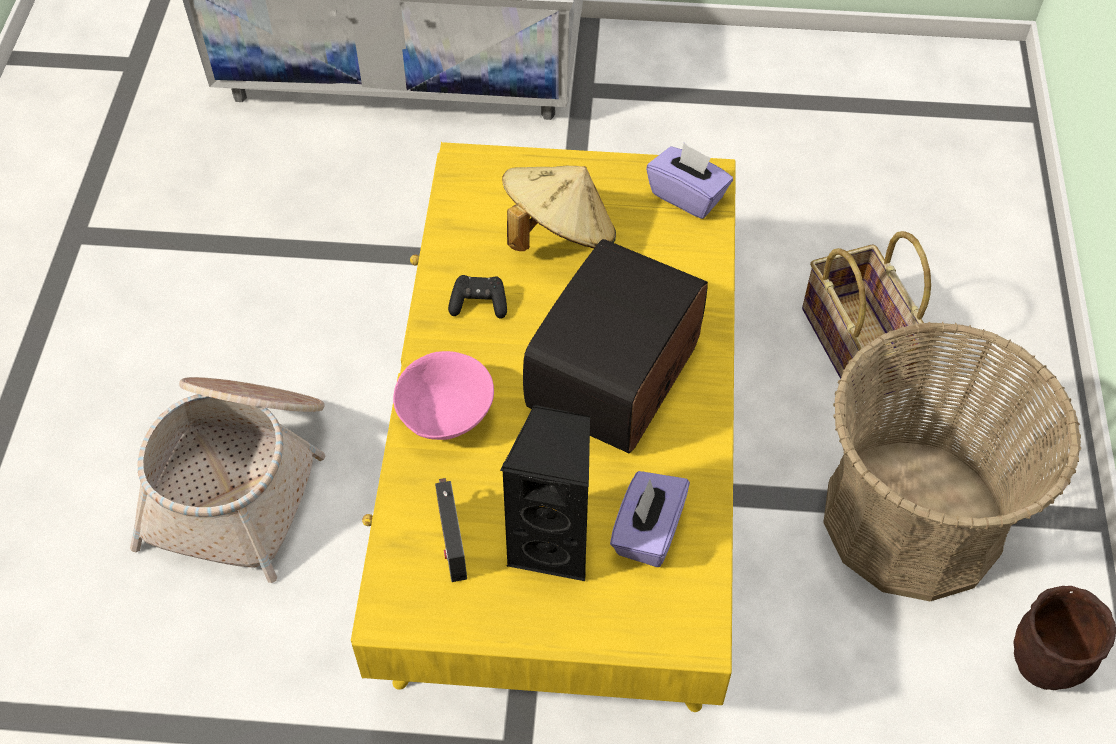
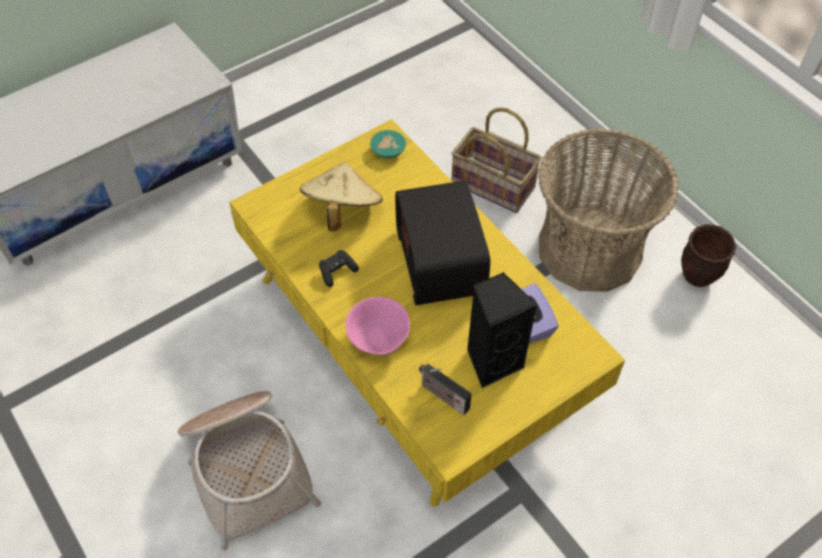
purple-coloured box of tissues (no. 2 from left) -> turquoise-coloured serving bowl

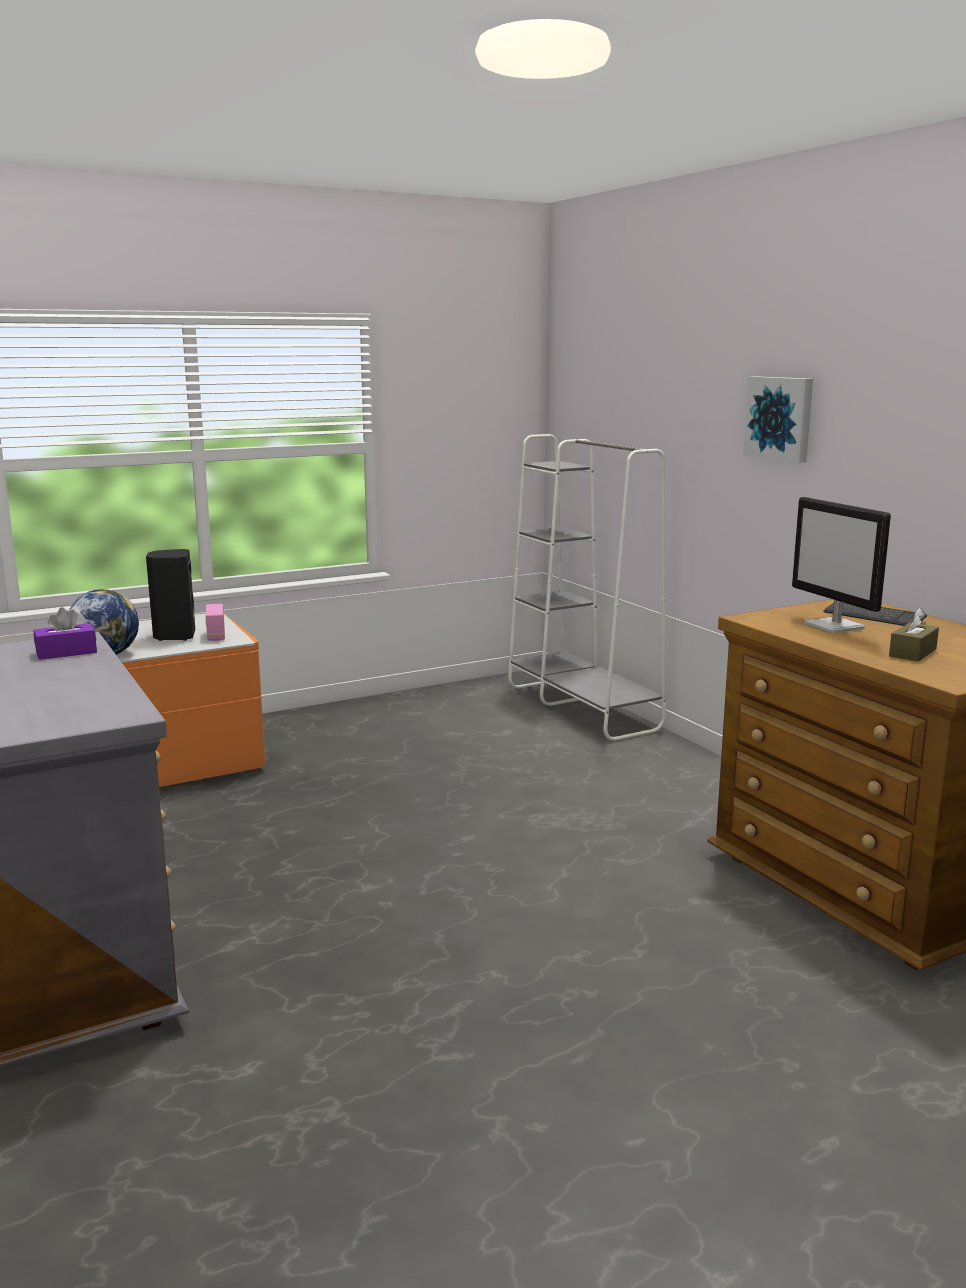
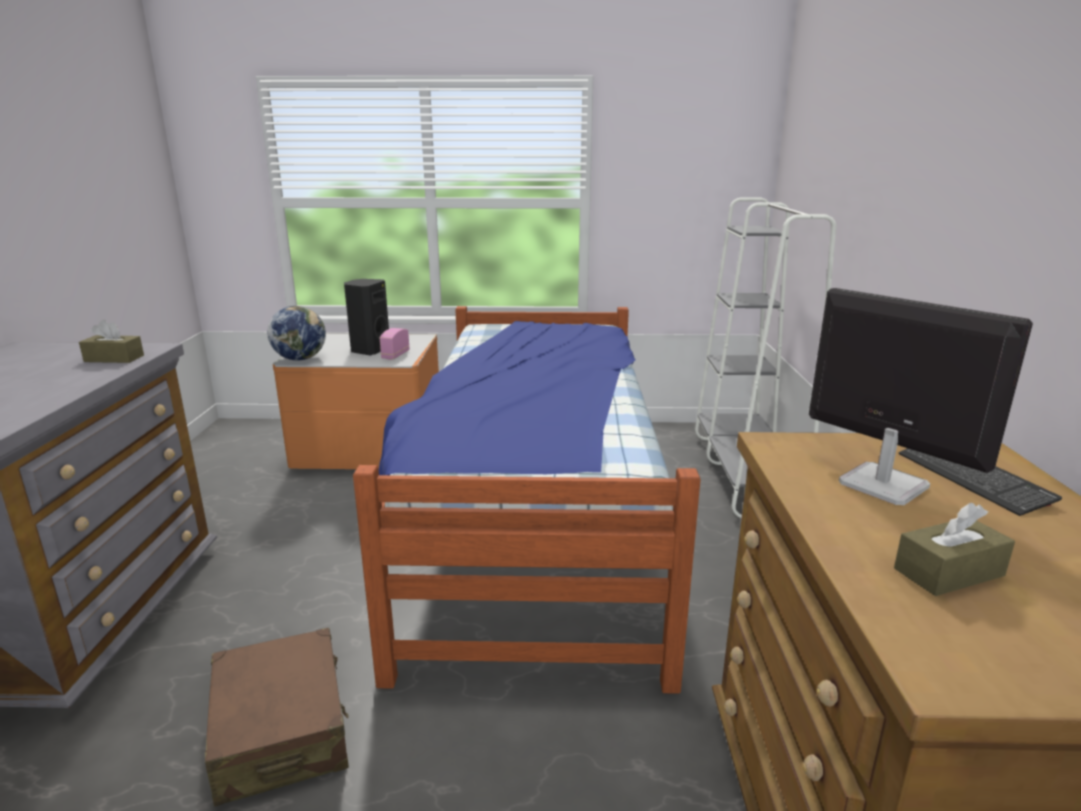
purple-coloured box of tissues -> brown box of tissues (no. 1 from left)
none -> brown piece of luggage
none -> bedroom bed
computer screen, 135 degrees clockwise
picture -> none

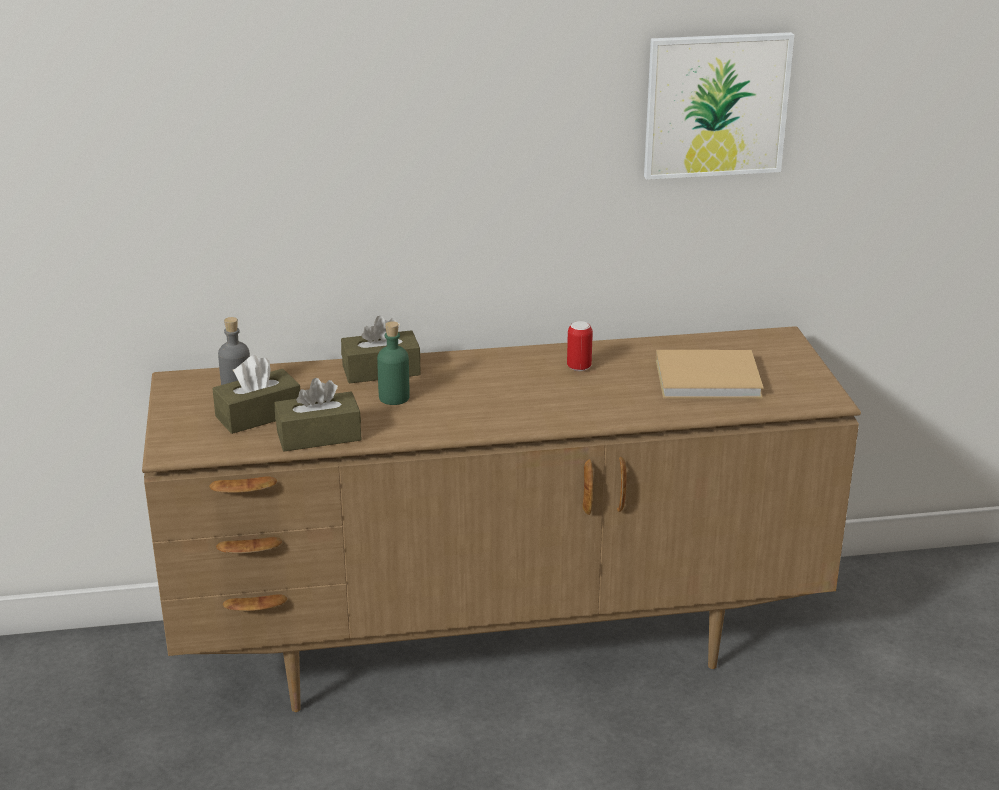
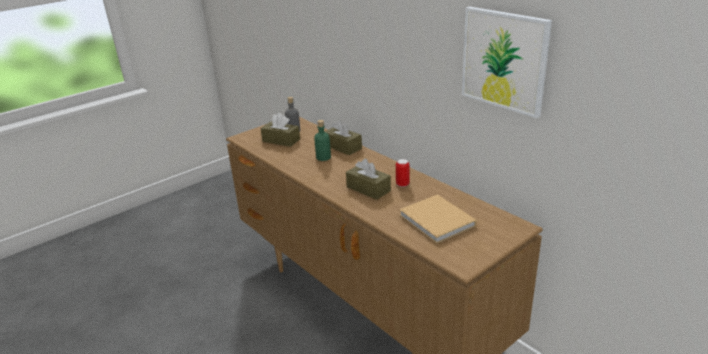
brown box of tissues (no. 2 from left in the first image) -> brown box of tissues (no. 3 from left), relocated

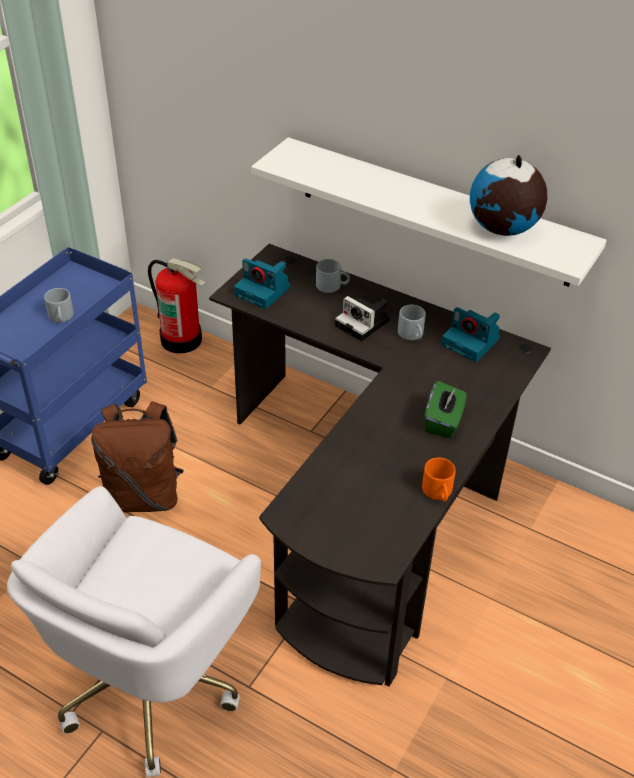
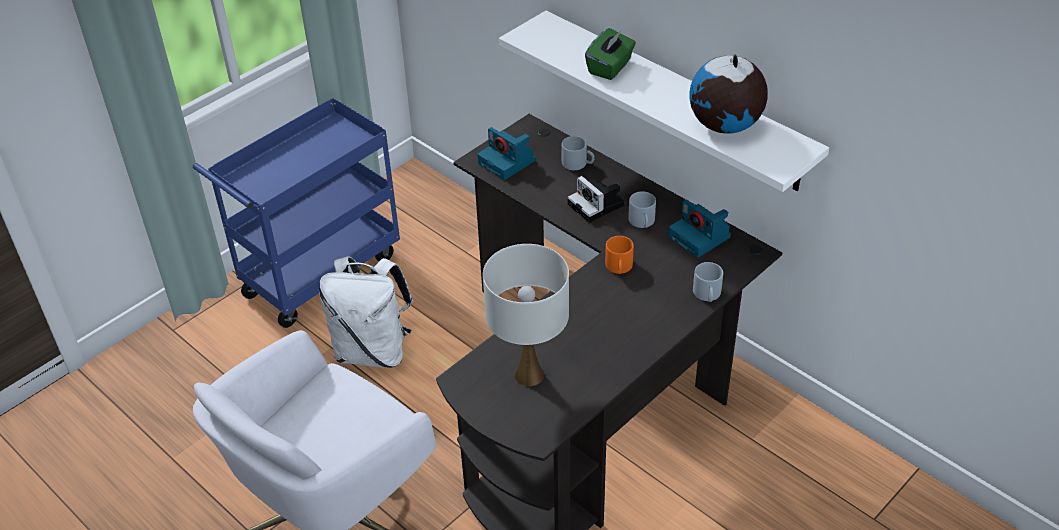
brown knapsack -> white knapsack
none -> white tabletop lamp
green box of tissues, relocated
orangey tea mug, relocated
greyish tea mug (no. 1 from left in the first image) -> greyish tea mug (no. 3 from left), relocated
extinguisher -> none

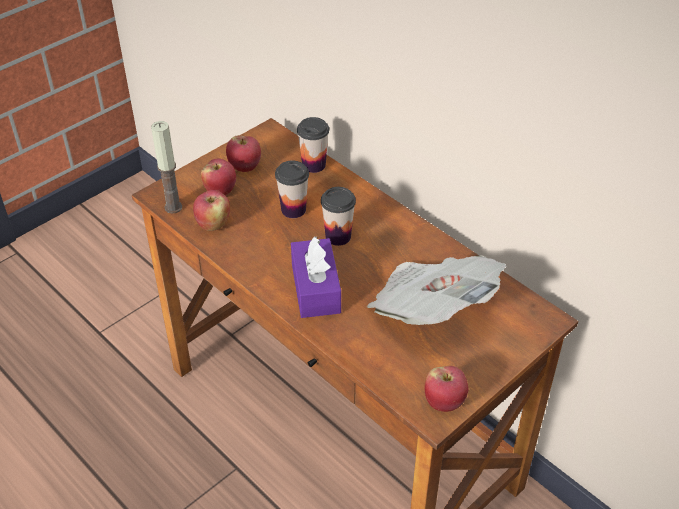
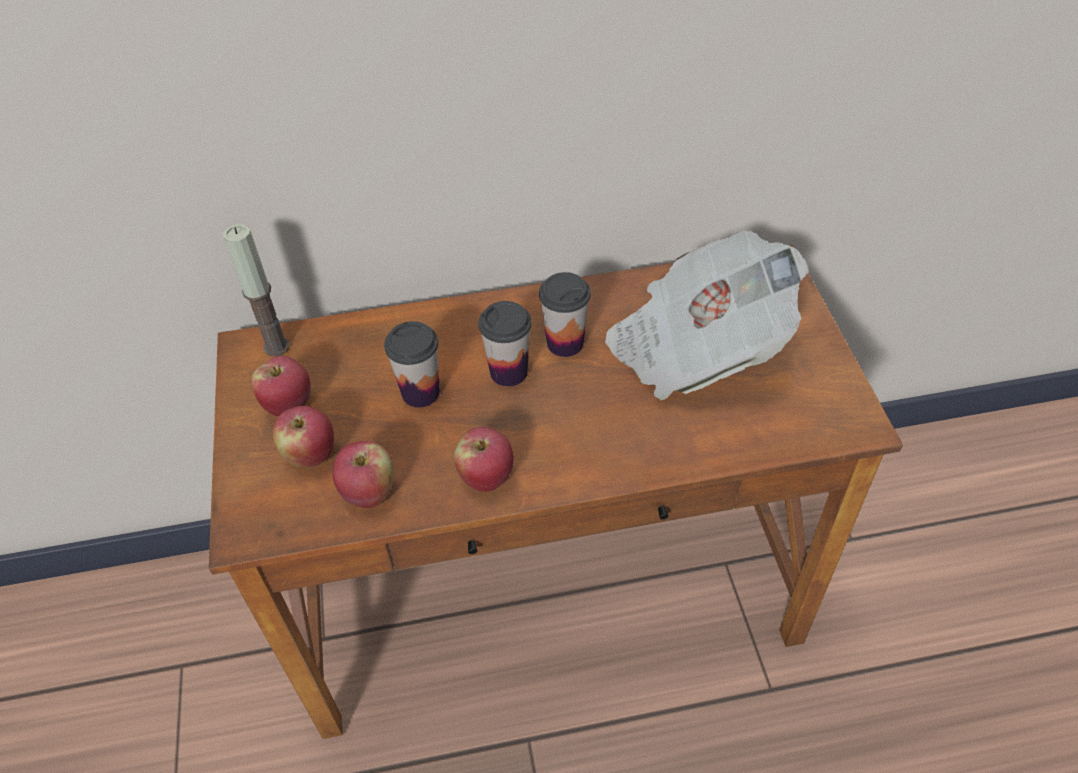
wax light, relocated
apple (no. 4 from left), relocated
drinking cup (no. 2 from left in the first image) -> drinking cup (no. 3 from left), relocated
purple-coloured box of tissues -> none

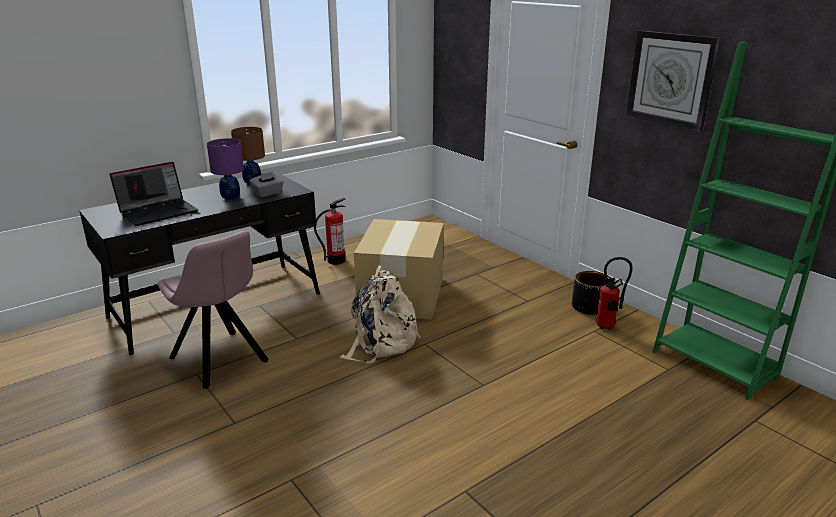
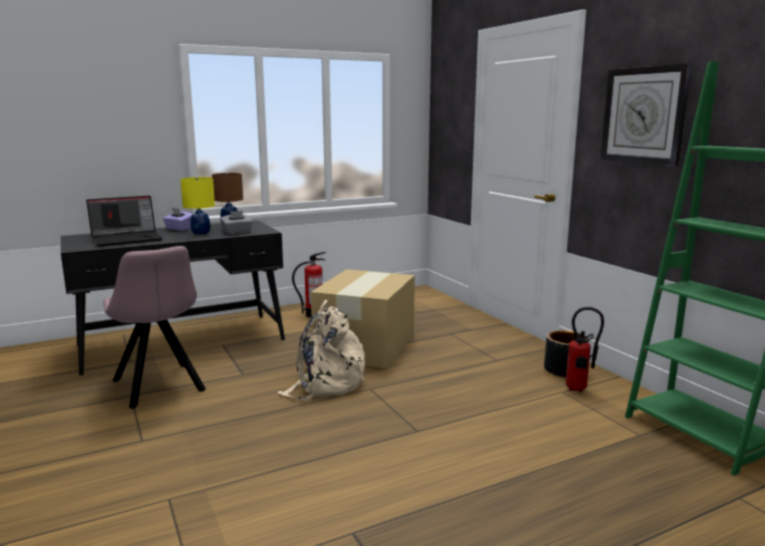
none -> purple-coloured box of tissues
purple-coloured tabletop lamp -> yellowish tabletop lamp

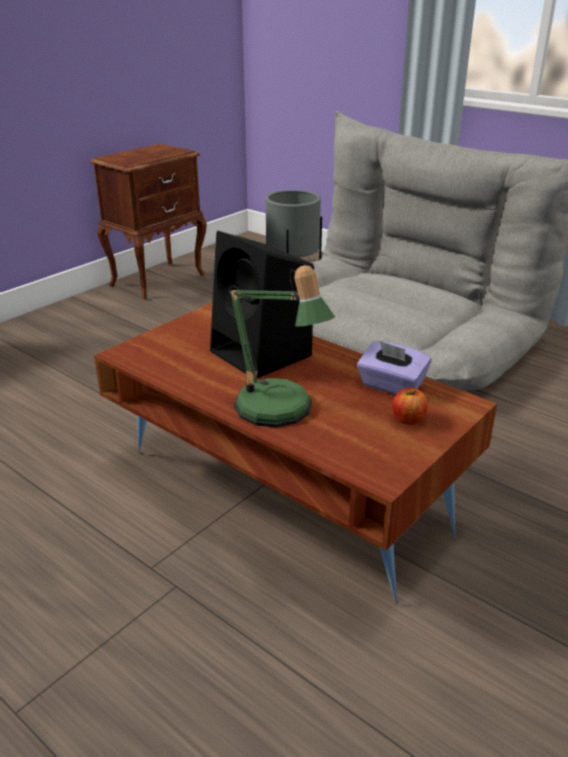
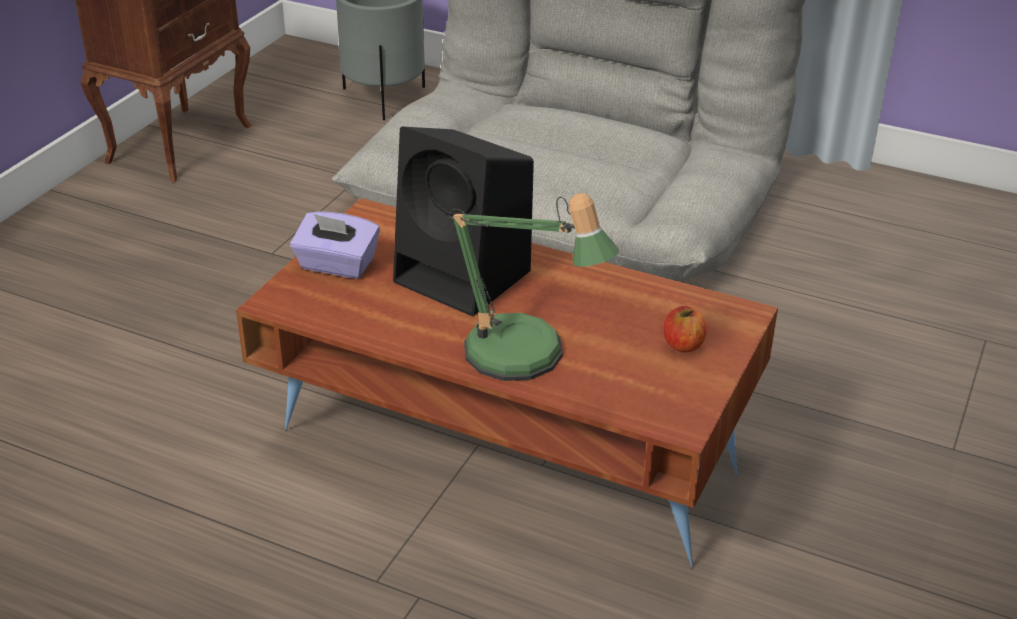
purple-coloured box of tissues, relocated

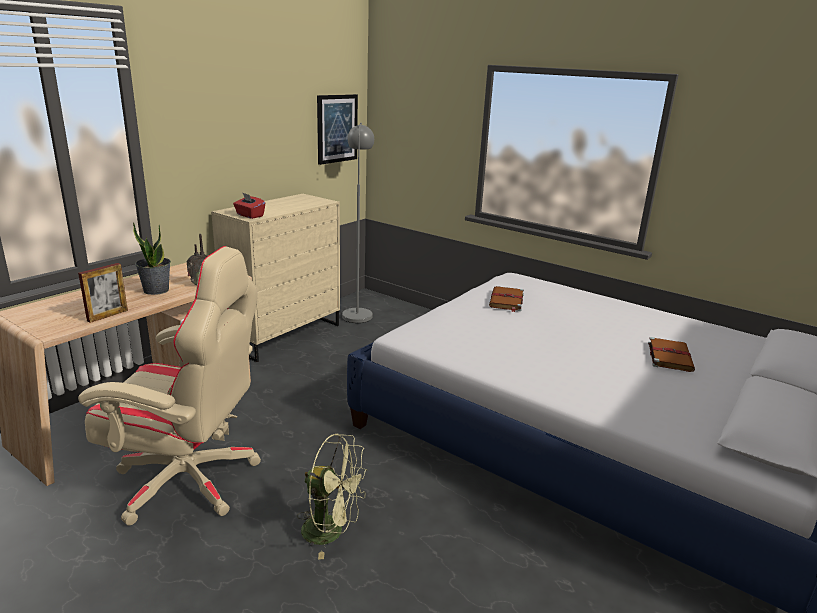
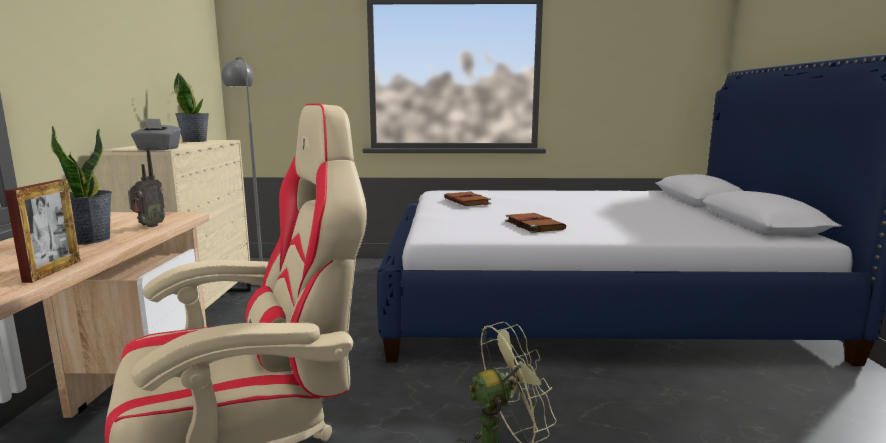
red-coloured box of tissues -> greyish box of tissues
none -> plant in a pot (no. 2 from left)
brown bound book (no. 2 from left), relocated
picture -> none

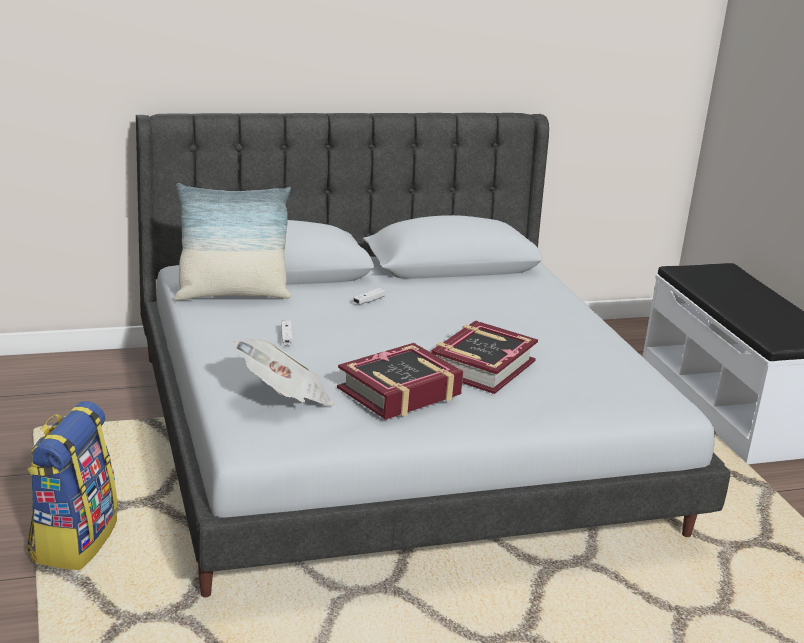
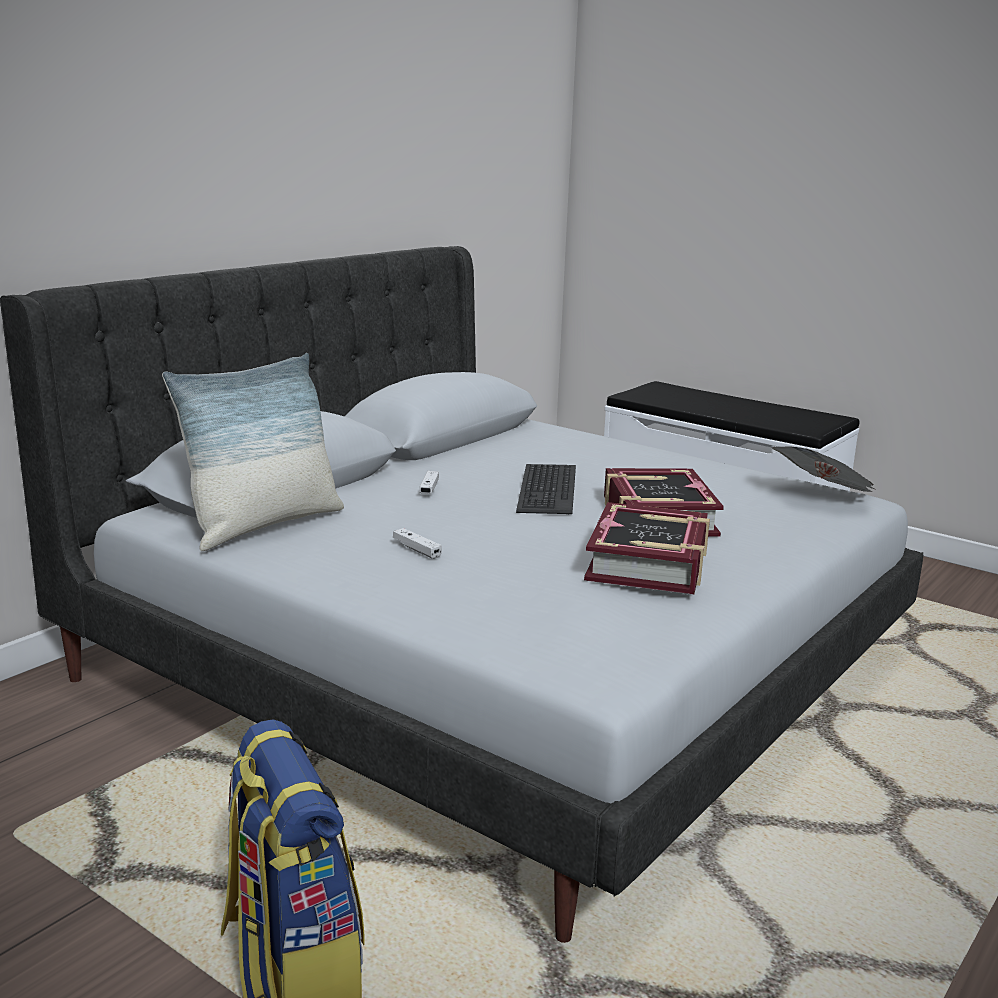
none -> PC keyboard
newspaper, relocated

